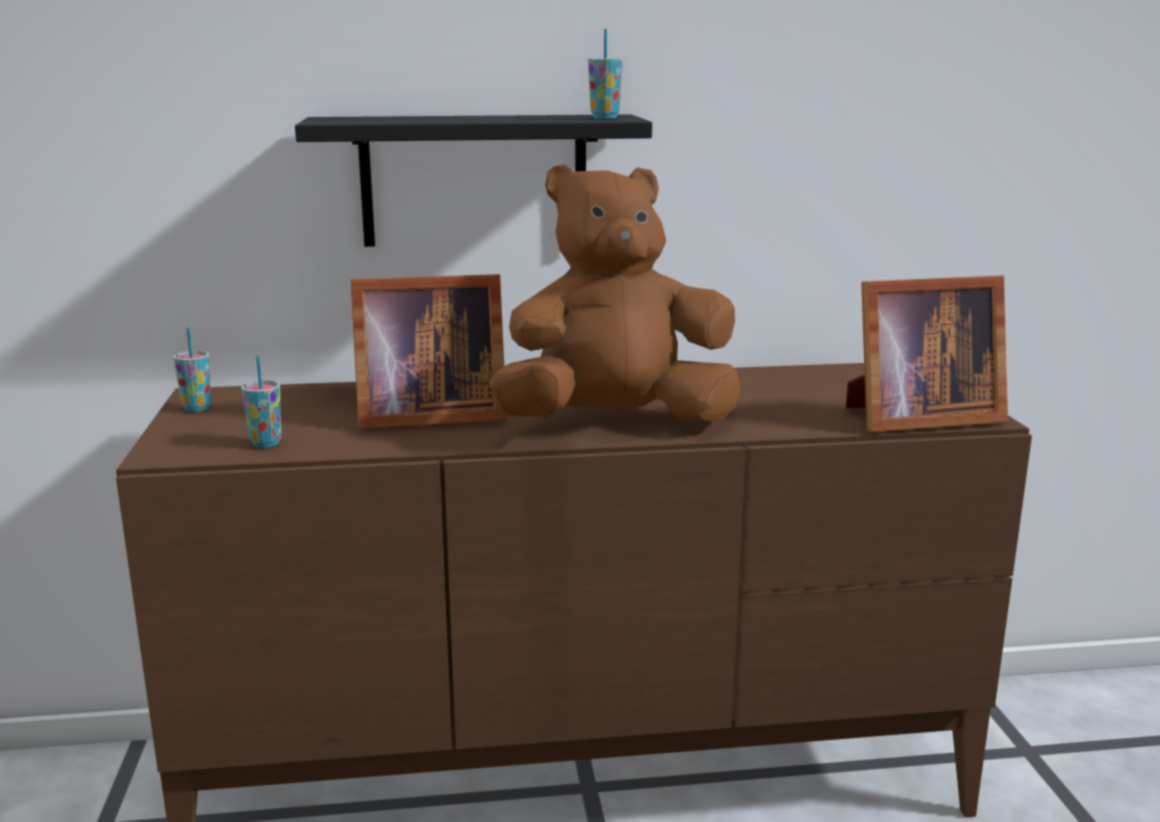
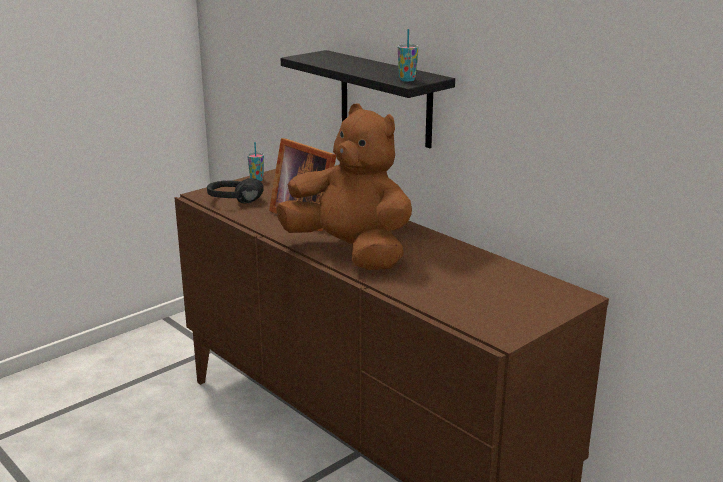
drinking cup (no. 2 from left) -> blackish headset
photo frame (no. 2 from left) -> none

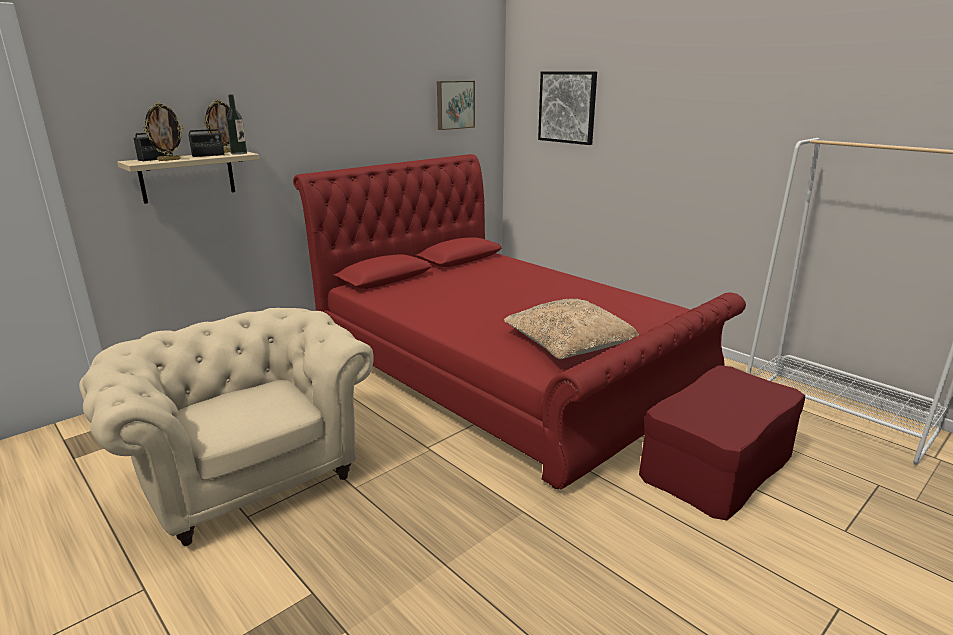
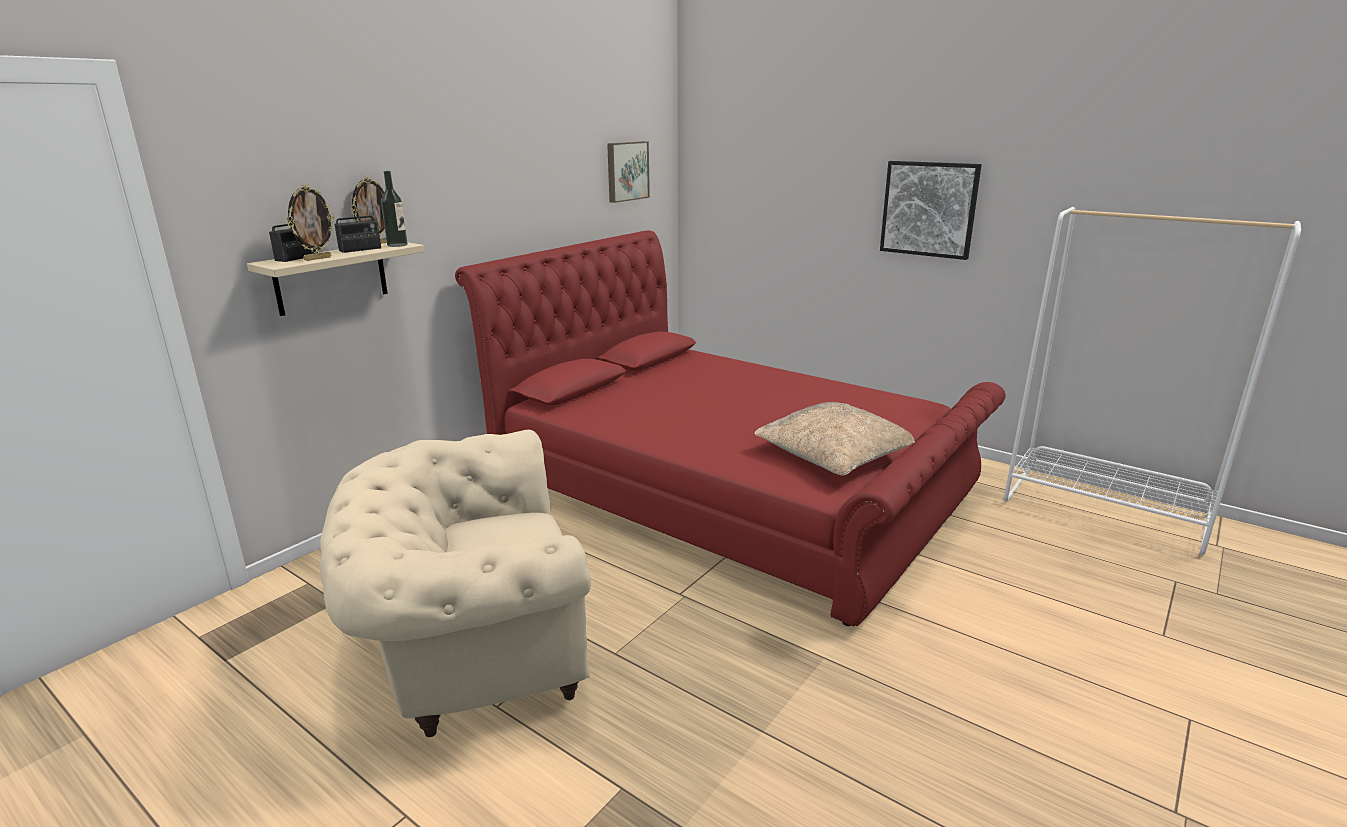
beige-coloured lounge chair, 60 degrees counterclockwise
picture (no. 2 from left), relocated
red-coloured footrest -> none

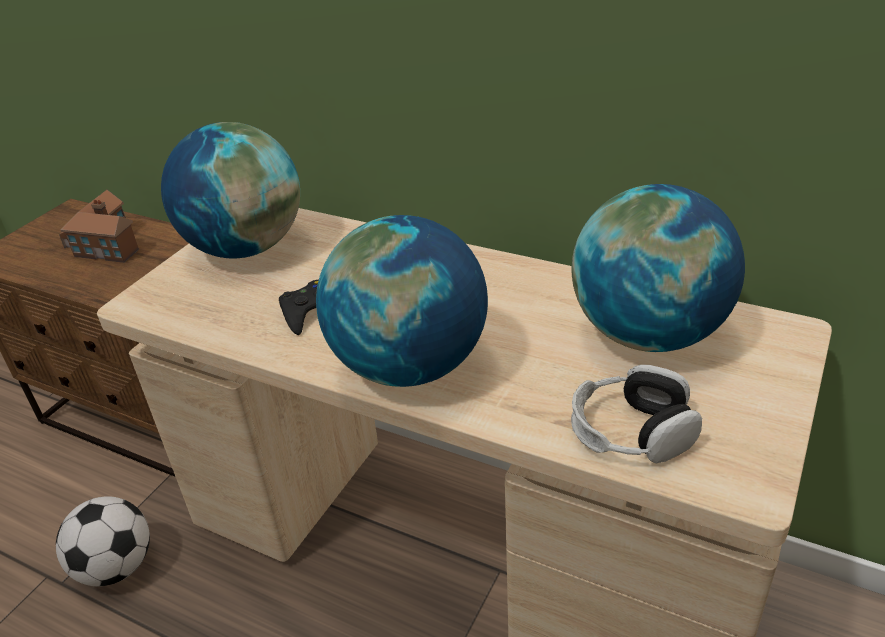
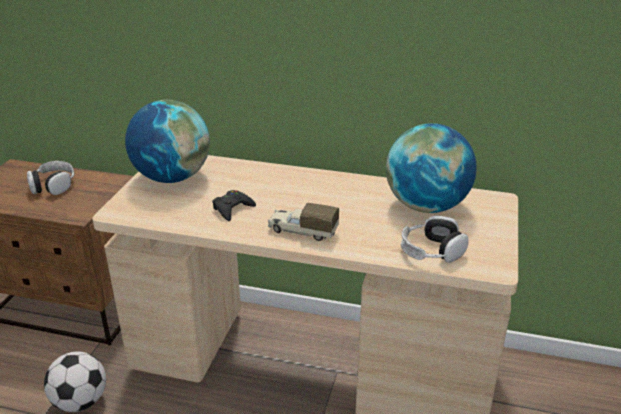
toy house -> headset (no. 1 from left)
world globe (no. 2 from left) -> toy lorry

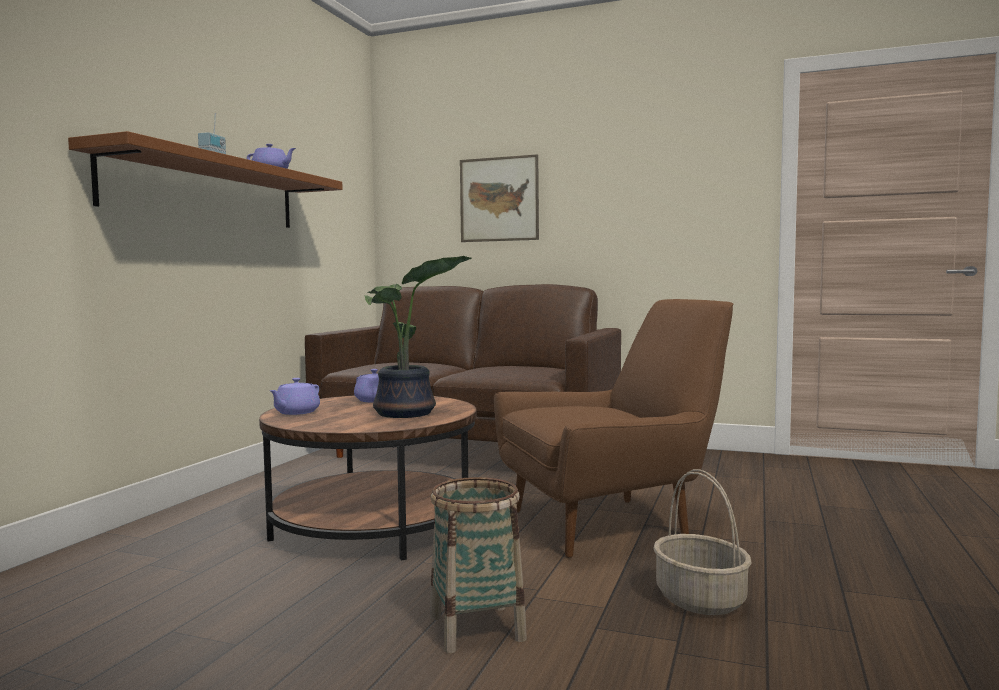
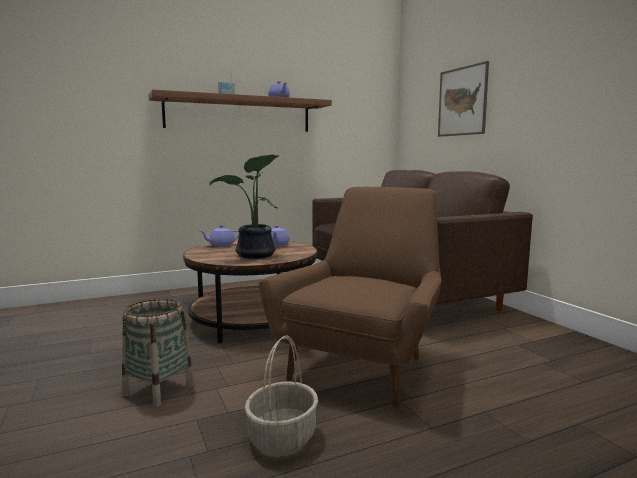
brown lounge chair, 90 degrees counterclockwise

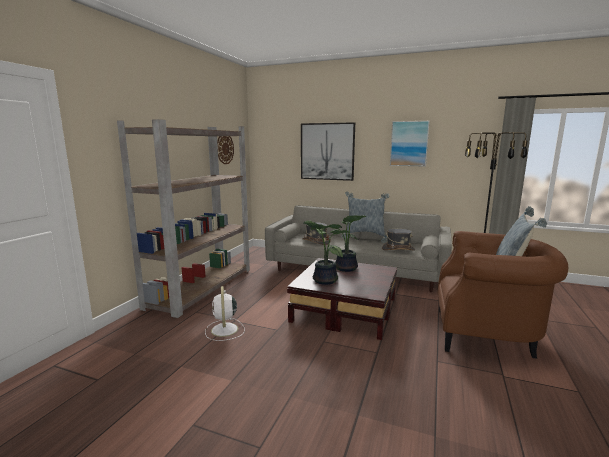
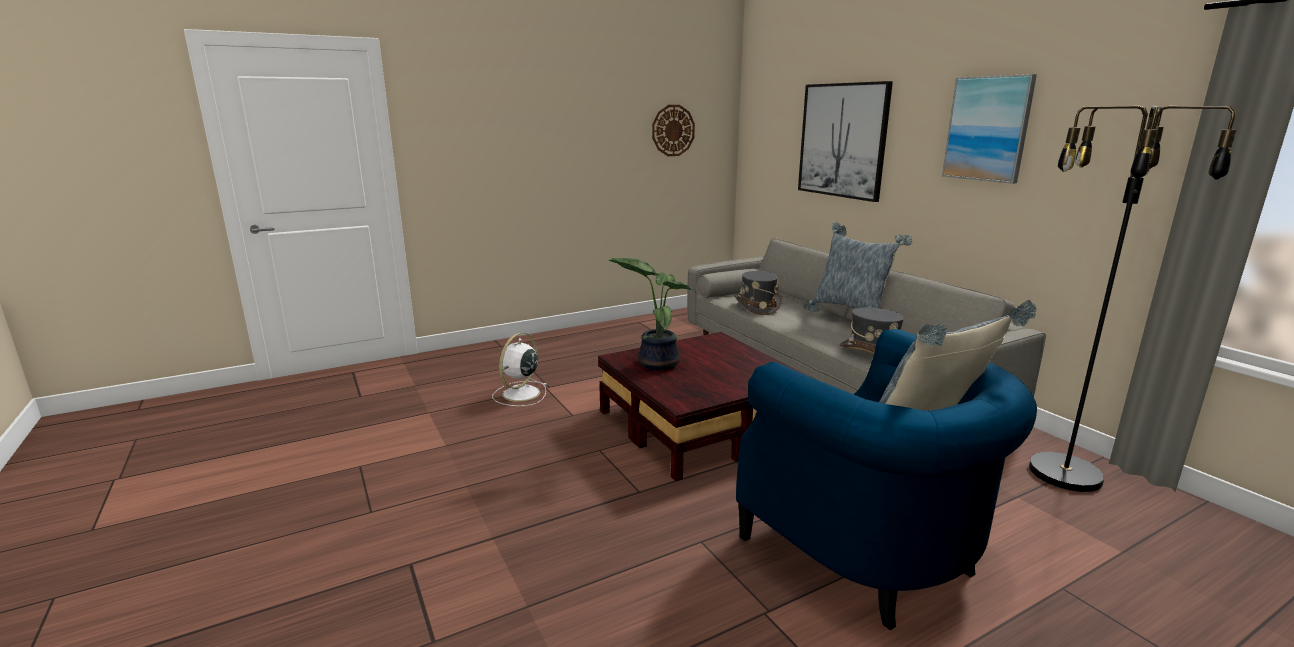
brown lounge chair -> blue-coloured lounge chair
brown bookcase -> none
plant in a pot (no. 2 from left) -> none

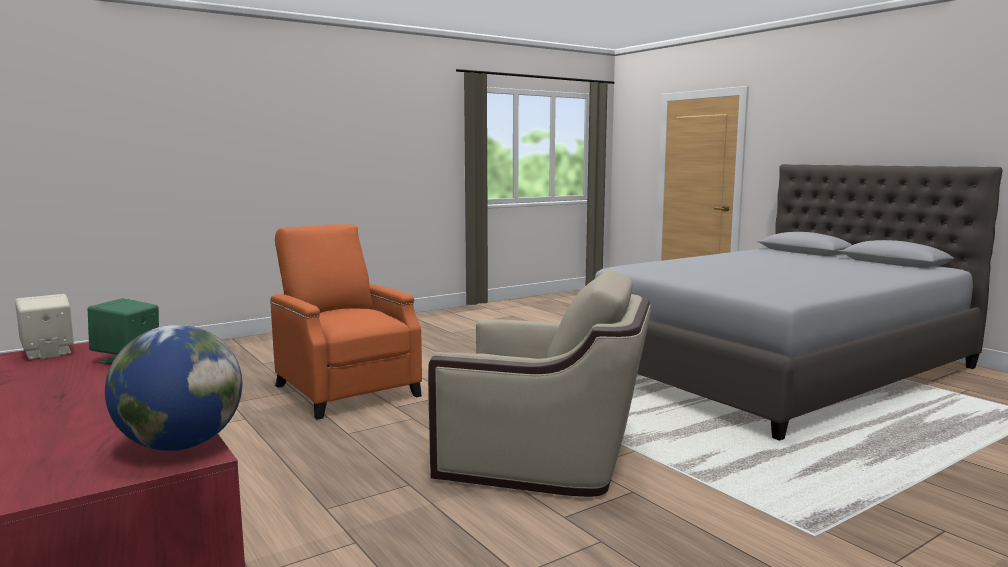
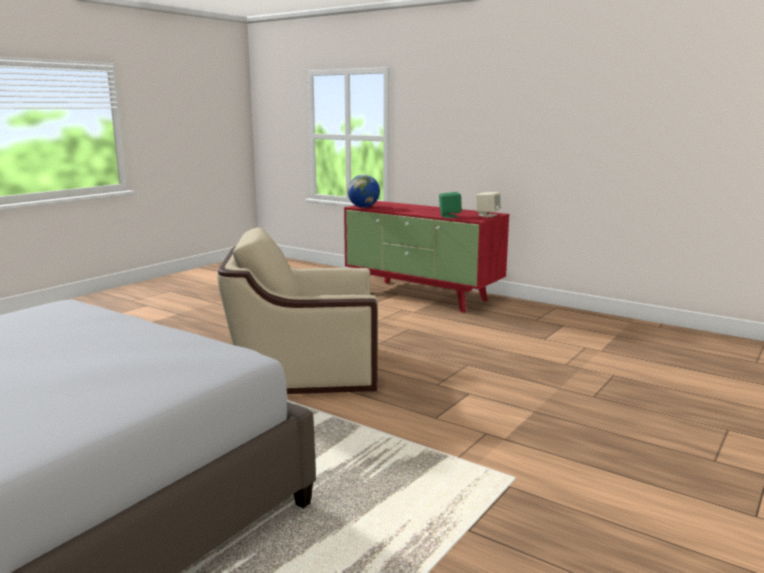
orangey lounge chair -> none

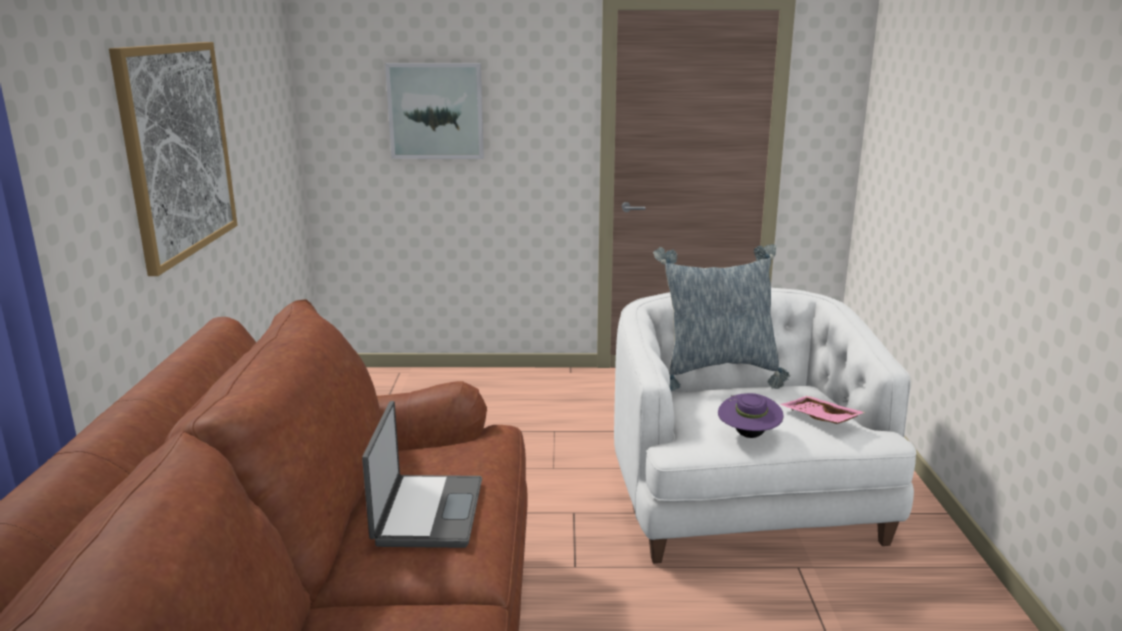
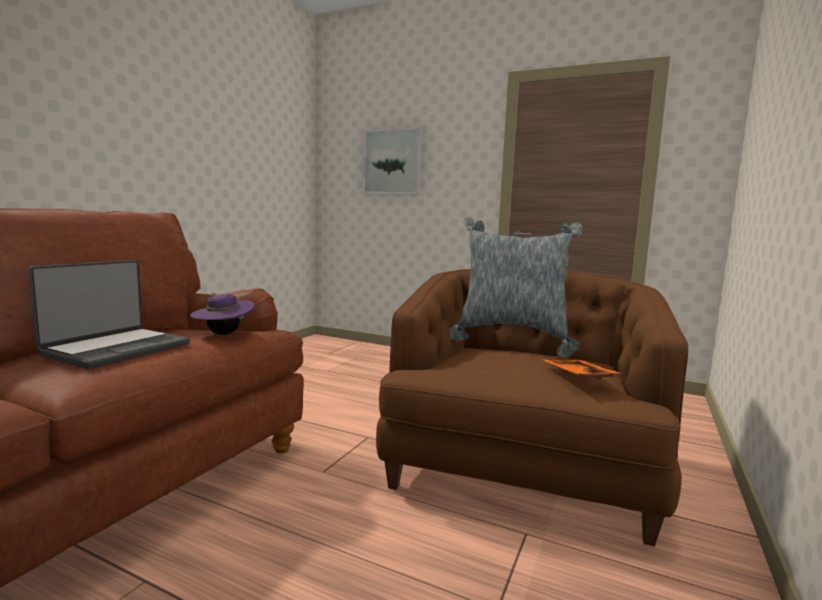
purple-coloured clothing hat, relocated
white lounge chair -> brown lounge chair
pinkish serving tray -> orangey serving tray
picture (no. 1 from left) -> none

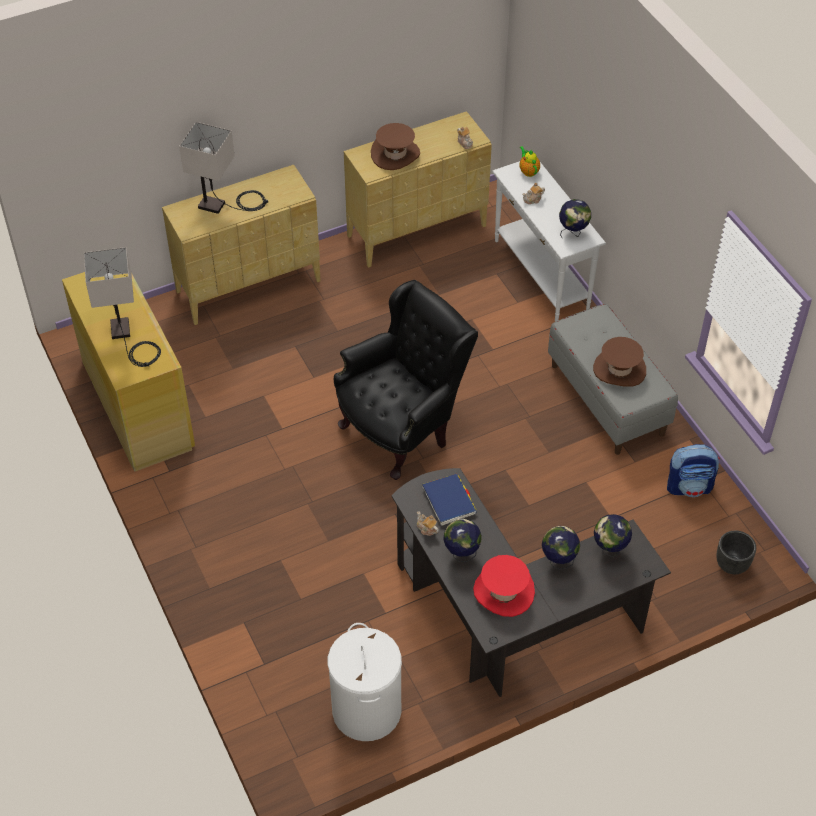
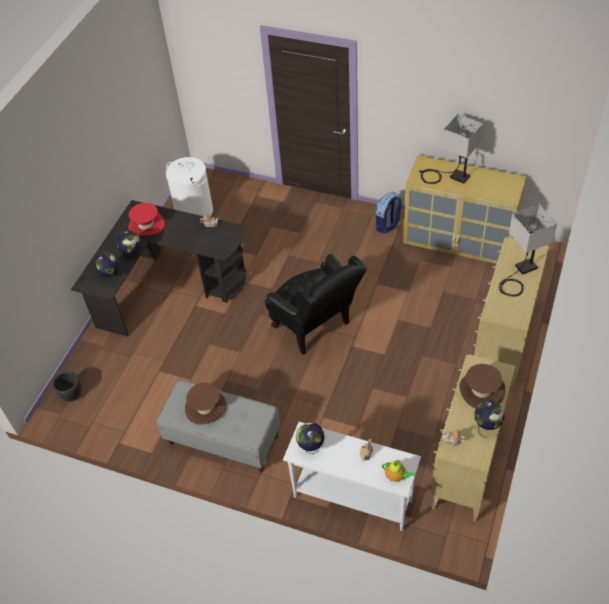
blackish lounge chair, 45 degrees counterclockwise
knapsack, relocated
world globe (no. 1 from left in the first image) -> world globe (no. 4 from left), relocated
blue-coloured bound book -> none

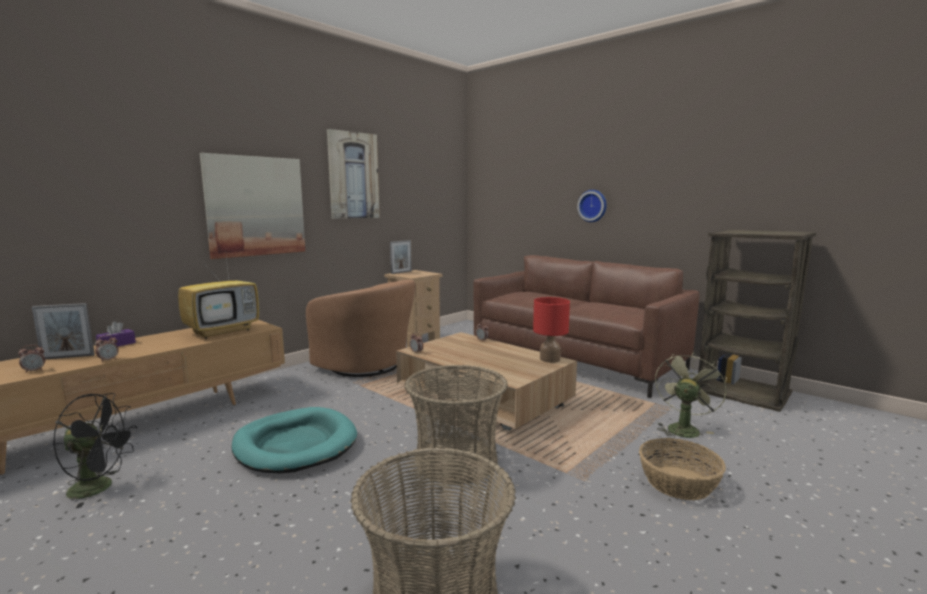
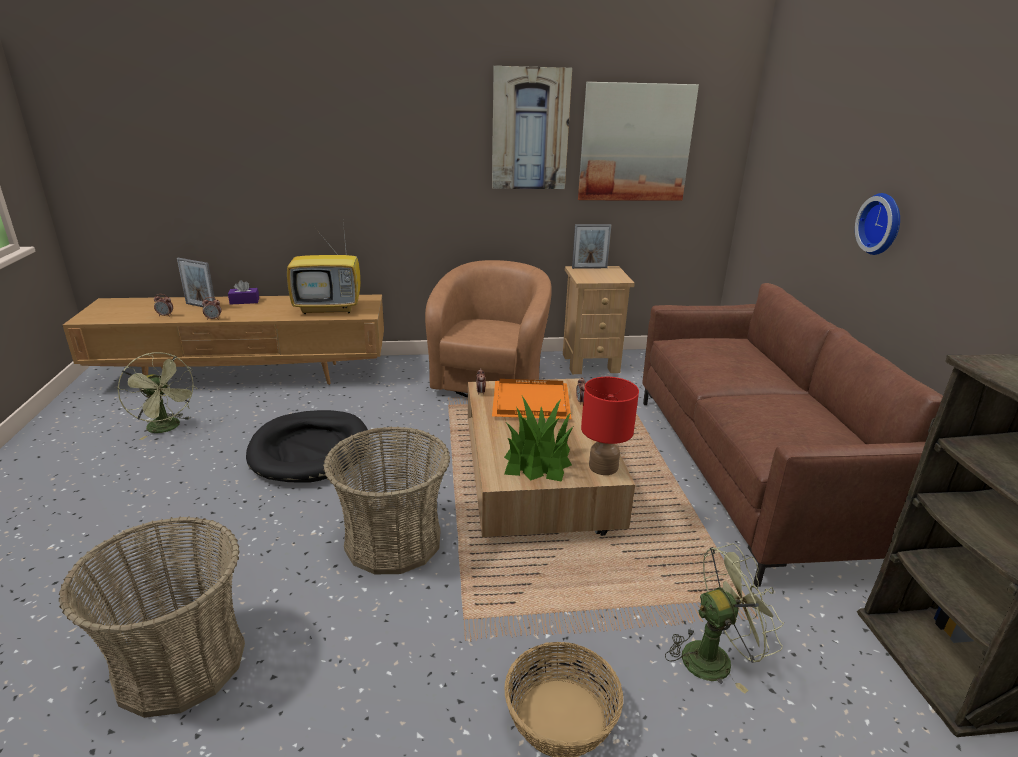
blackish electric fan -> green electric fan (no. 1 from left)
turquoise-coloured pet bed -> blackish pet bed
brown lounge chair, 150 degrees counterclockwise
none -> orangey serving tray
none -> plant in a pot
picture (no. 1 from left in the first image) -> picture (no. 2 from left), relocated

